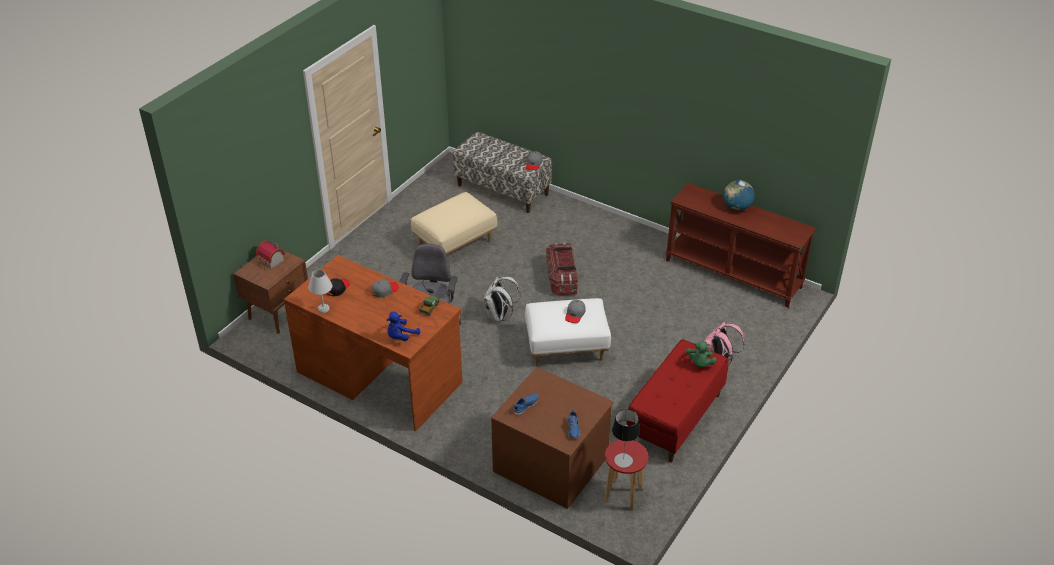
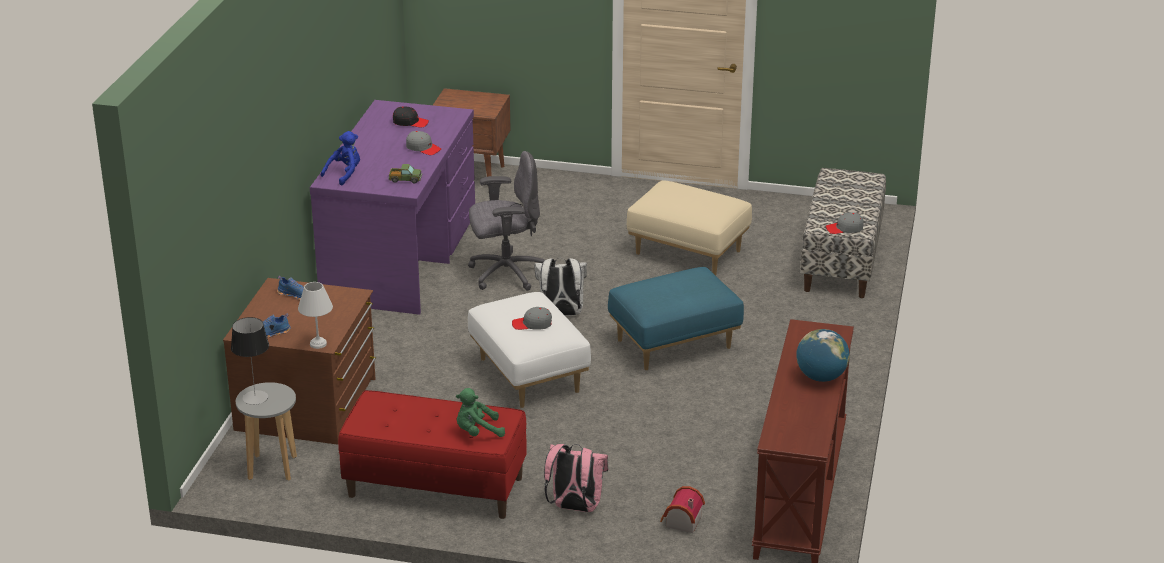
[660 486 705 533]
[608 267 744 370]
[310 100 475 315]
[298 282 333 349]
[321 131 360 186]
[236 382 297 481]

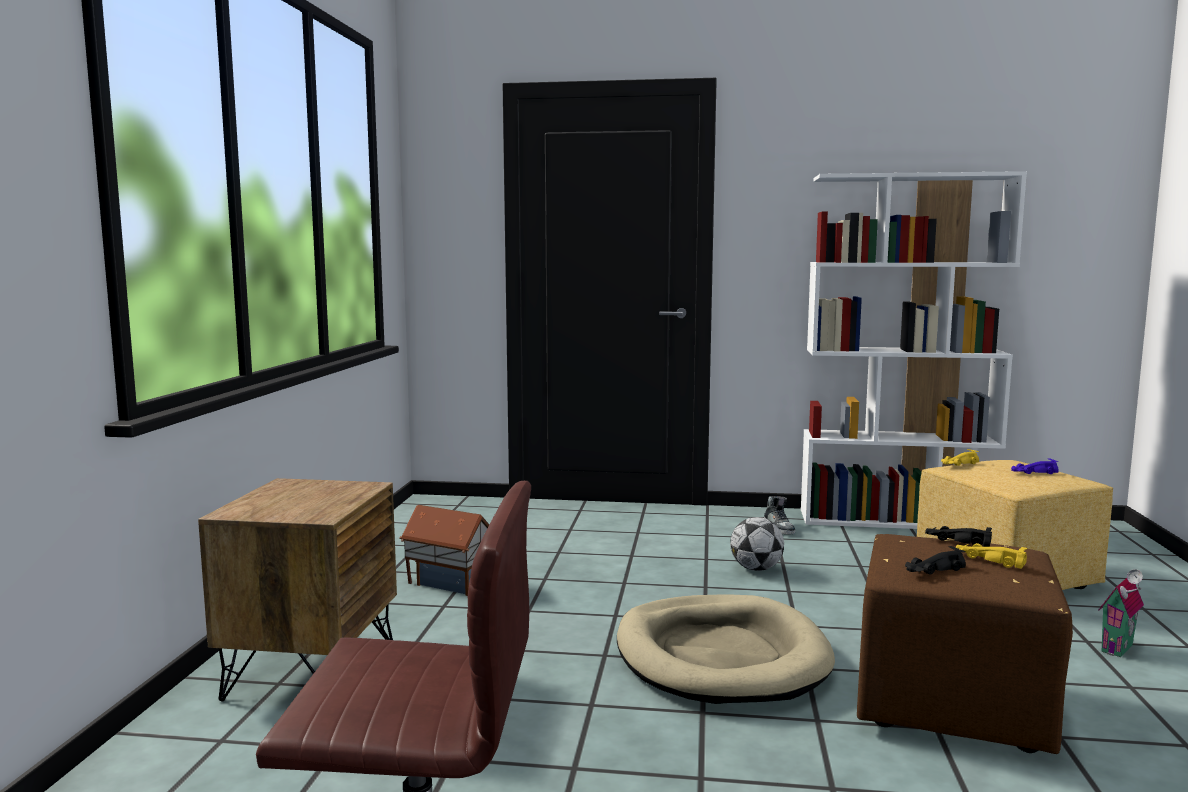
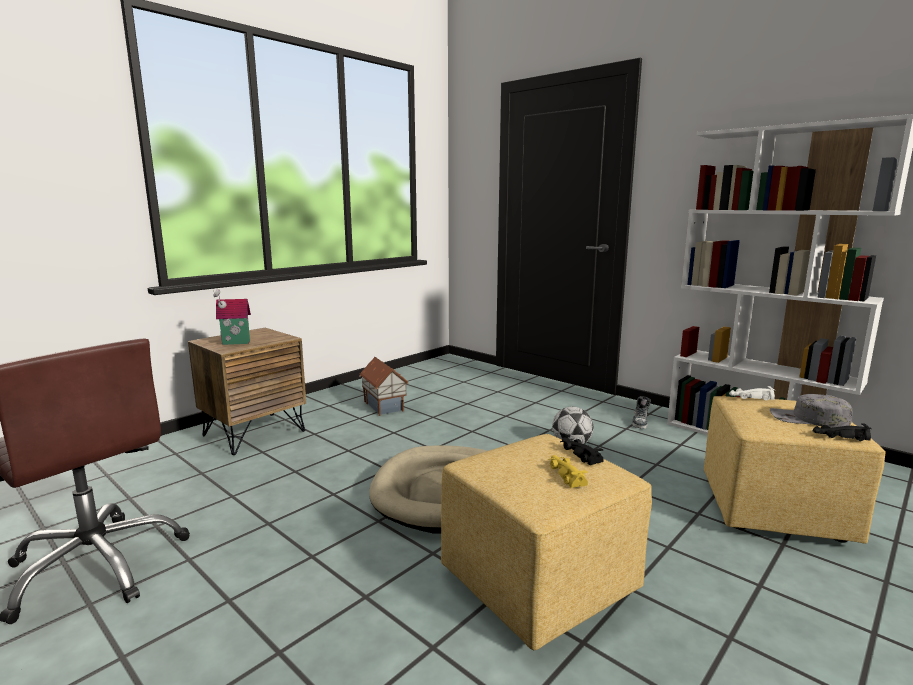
[729 386 775 401]
[770 394 852 428]
[441 434 652 650]
[813 423 872 441]
[213 289 251 345]

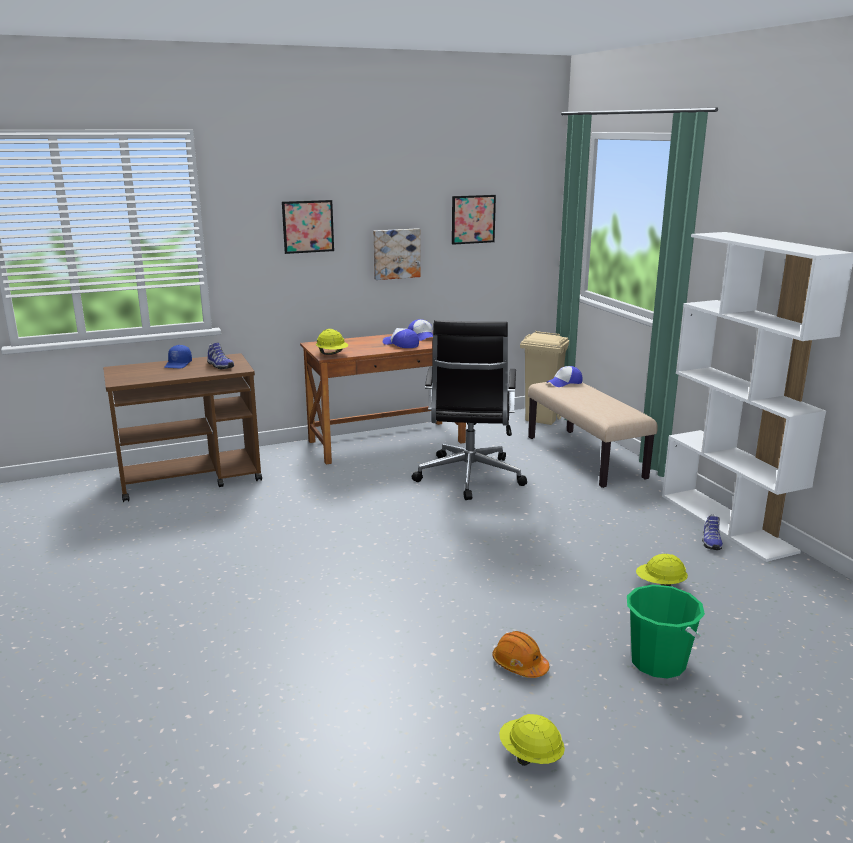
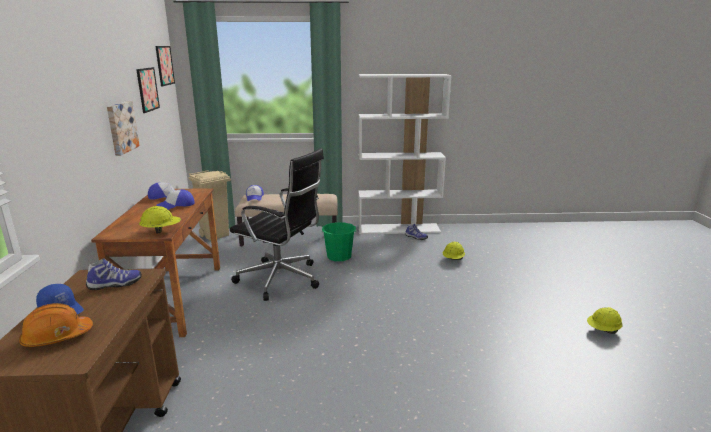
[155 46 175 86]
[321 222 357 262]
[19 303 93 347]

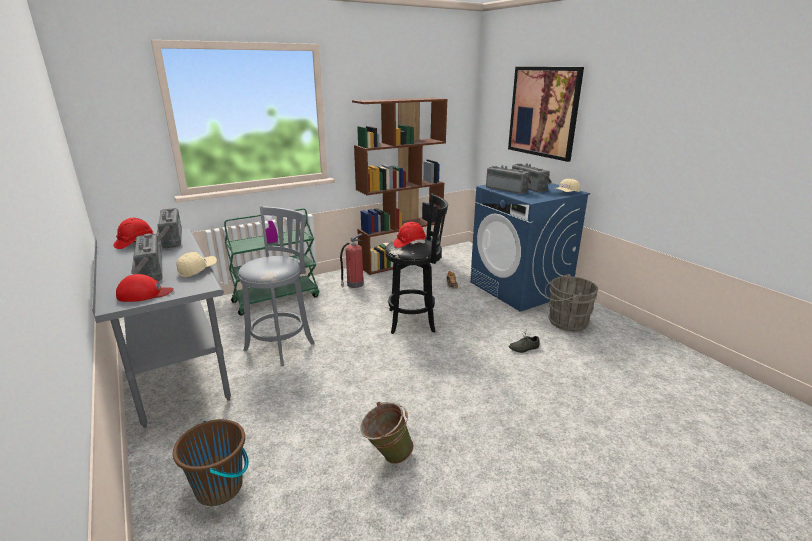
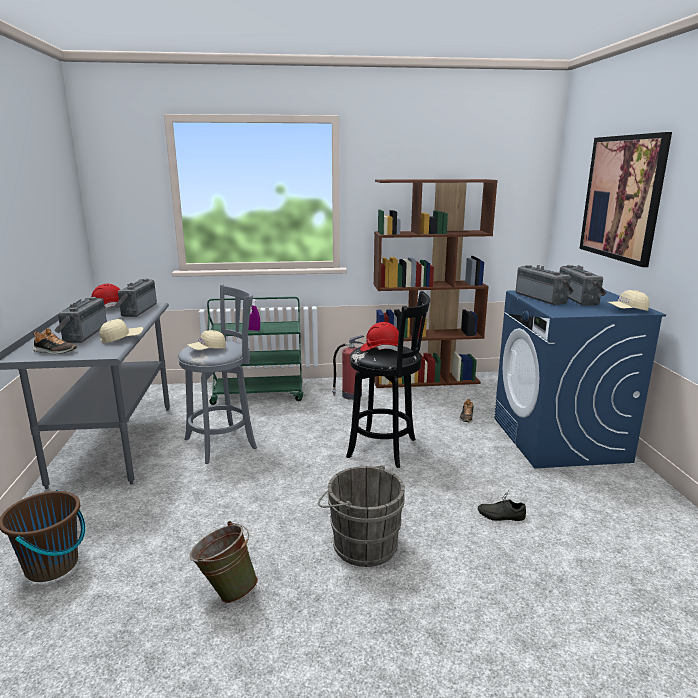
[33 328 77 354]
[318 465 405 567]
[187 330 226 350]

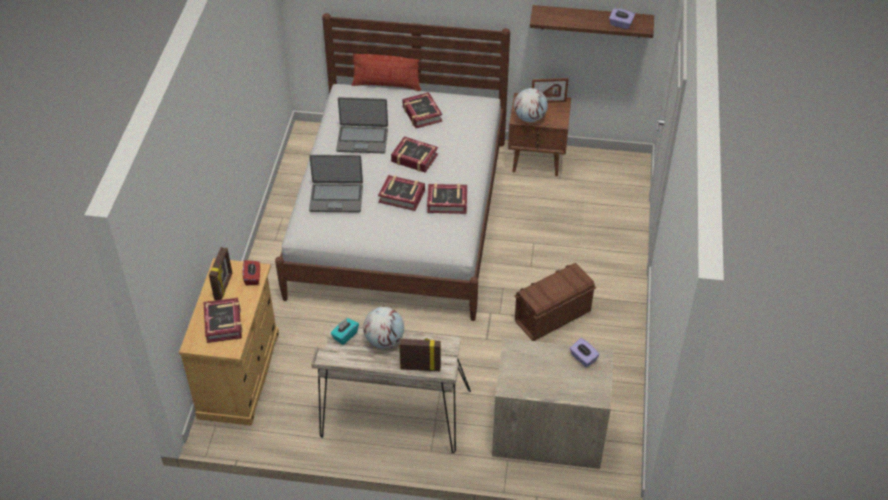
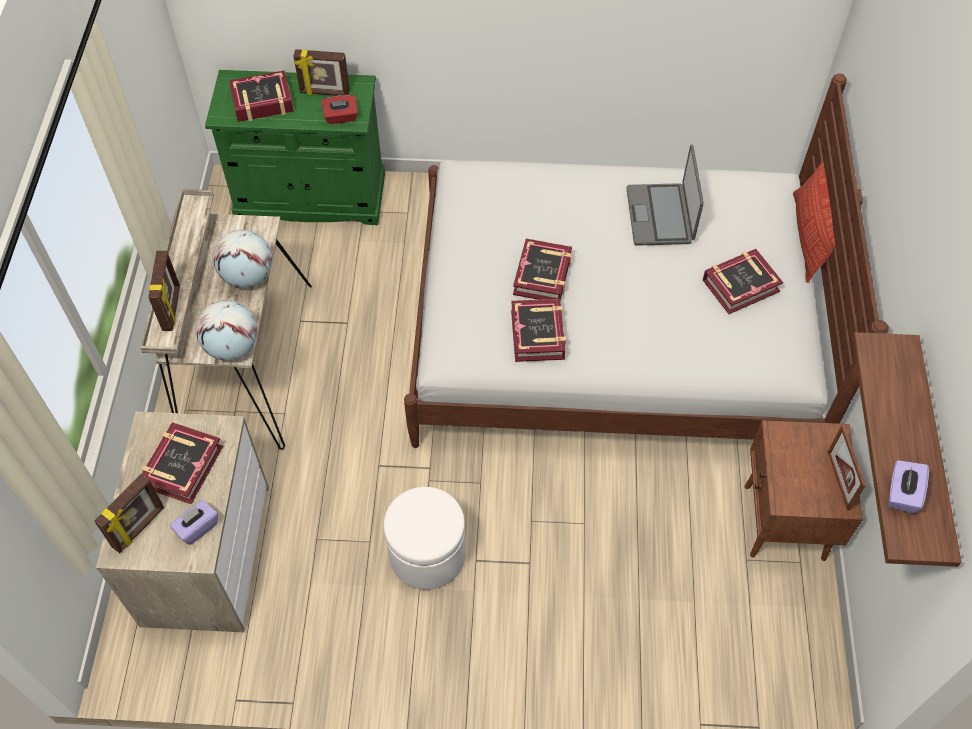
[196 300 258 361]
[142 422 223 504]
[309 155 363 212] (first image)
[205 70 385 225]
[384 487 465 590]
[331 318 359 345] (first image)
[94 474 164 553]

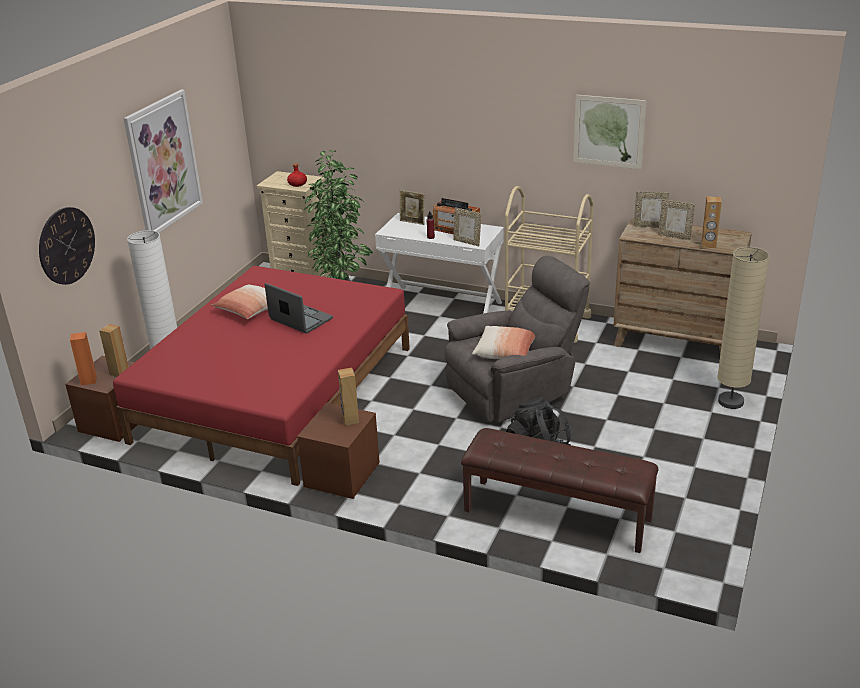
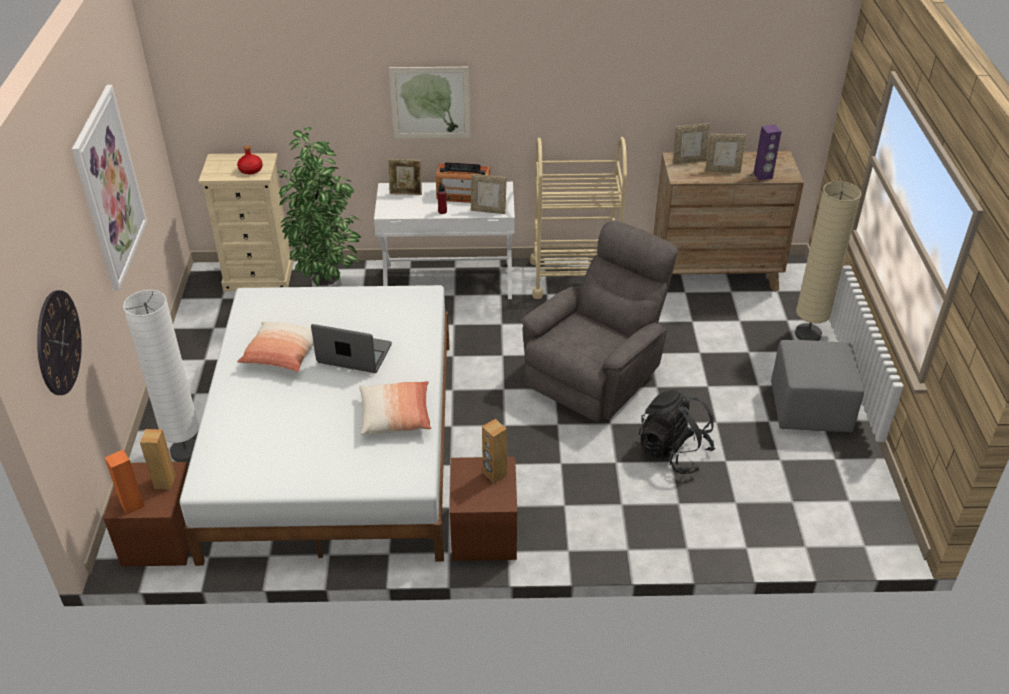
[389 67 471 139]
[753 125 782 181]
[180 285 449 566]
[359 381 431 435]
[461 428 658 553] (first image)
[771 340 864 433]

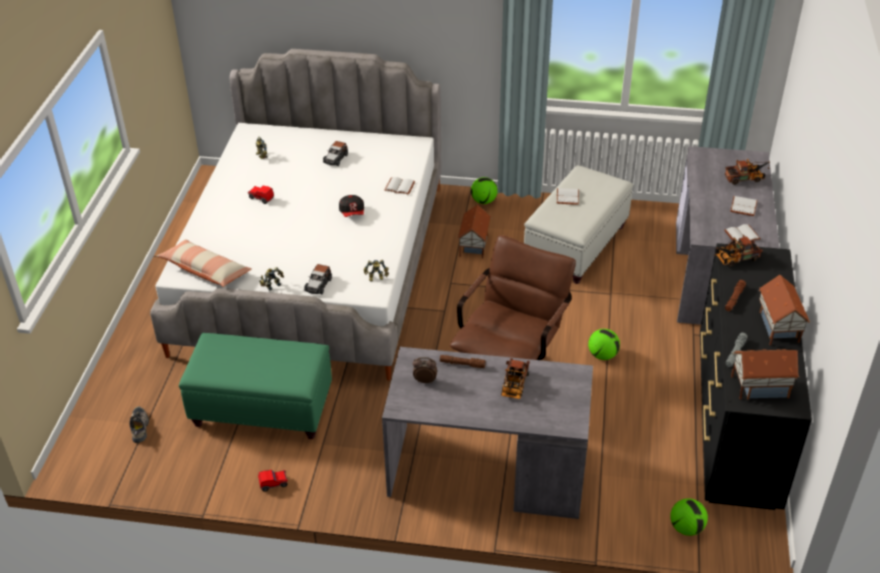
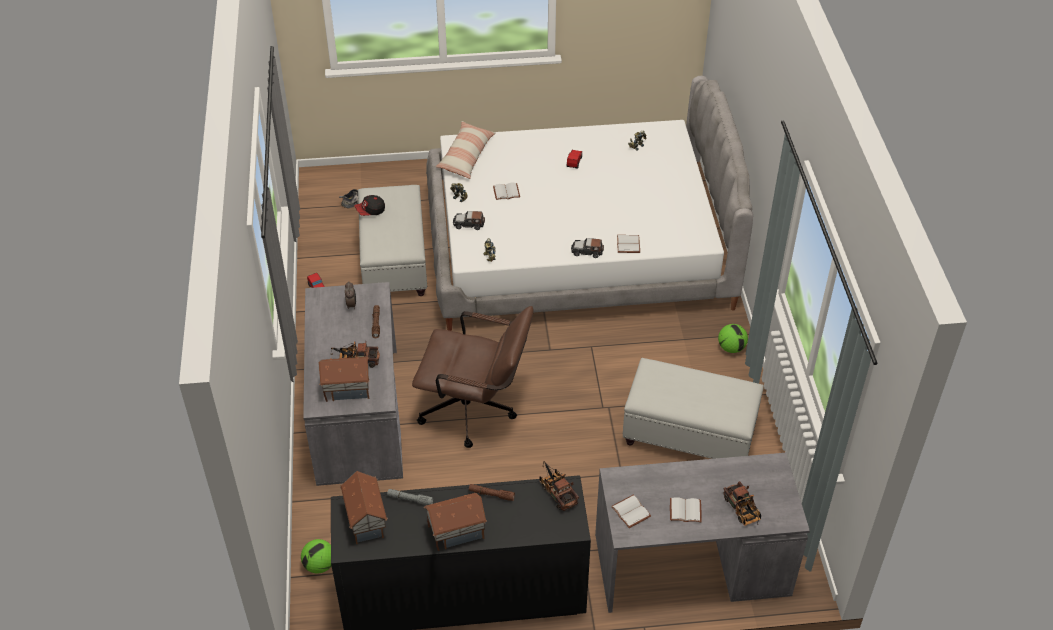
[571 238 604 258]
[493 183 520 200]
[354 195 385 216]
[318 357 370 402]
[588 329 620 360] (first image)
[358 185 427 296]

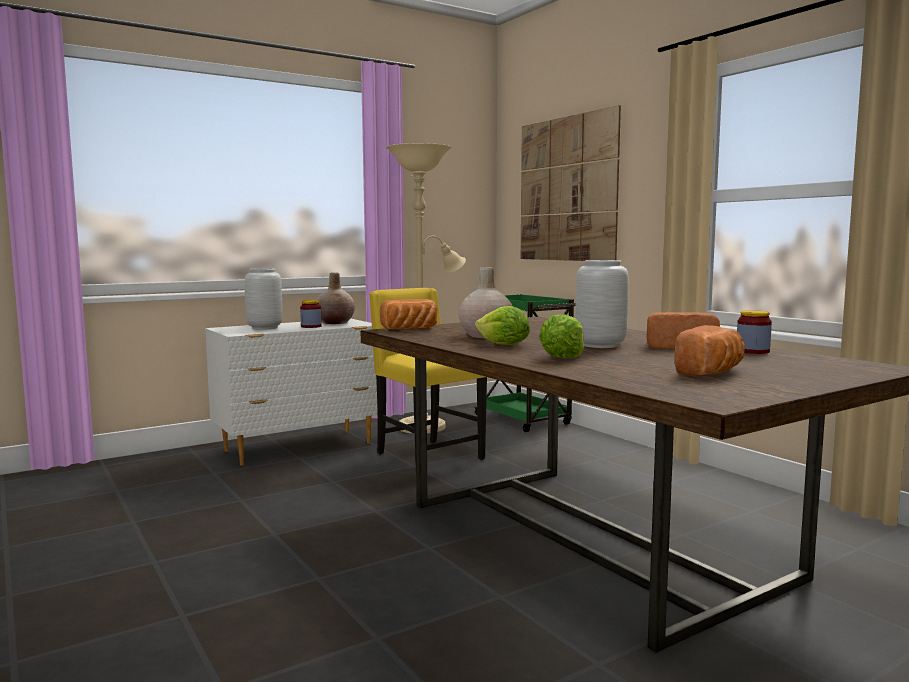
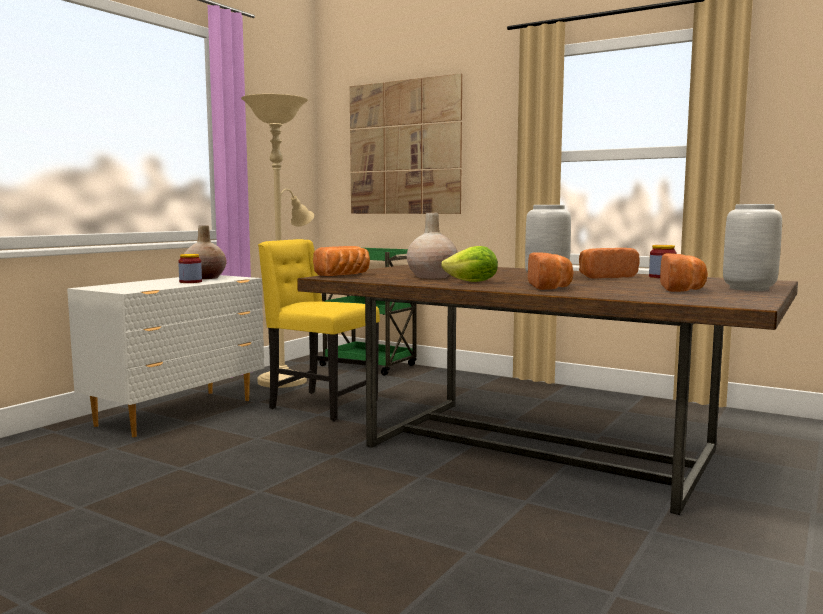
[723 204 782 291]
[528 252 573 290]

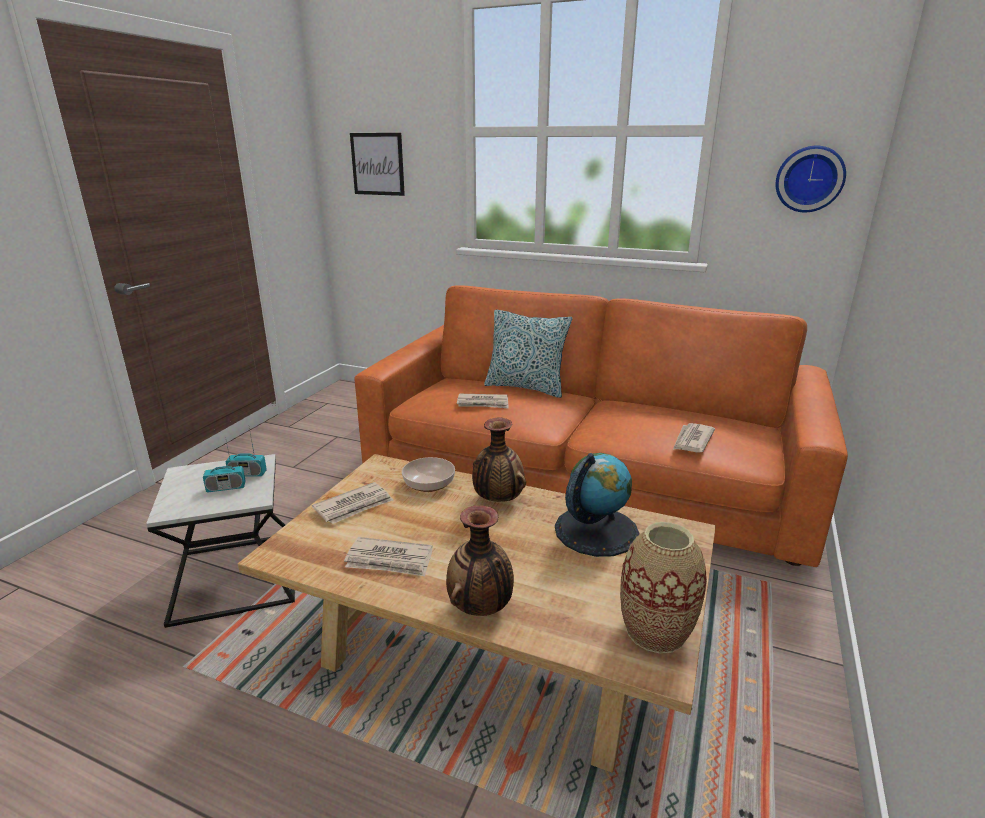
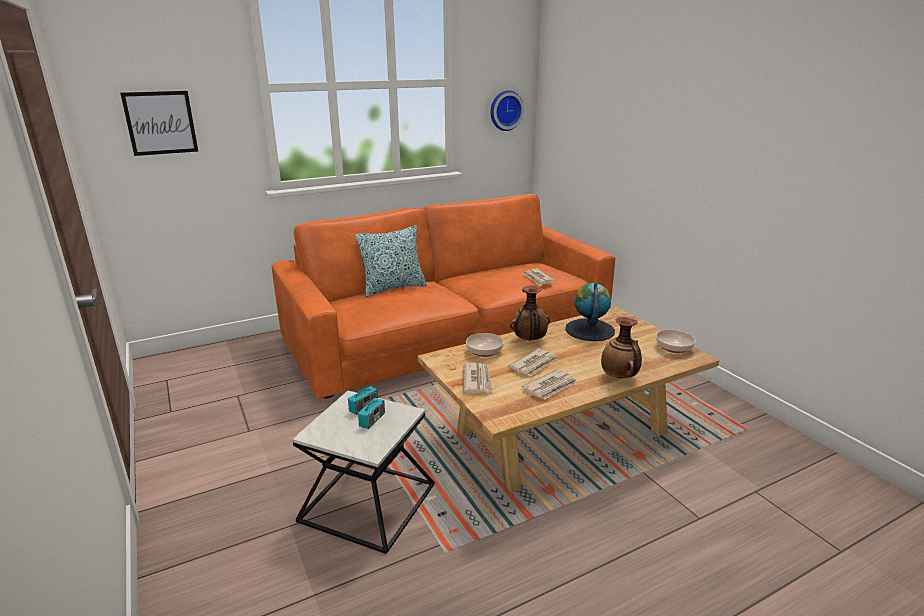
[508 348 557 376]
[656 330 696 353]

